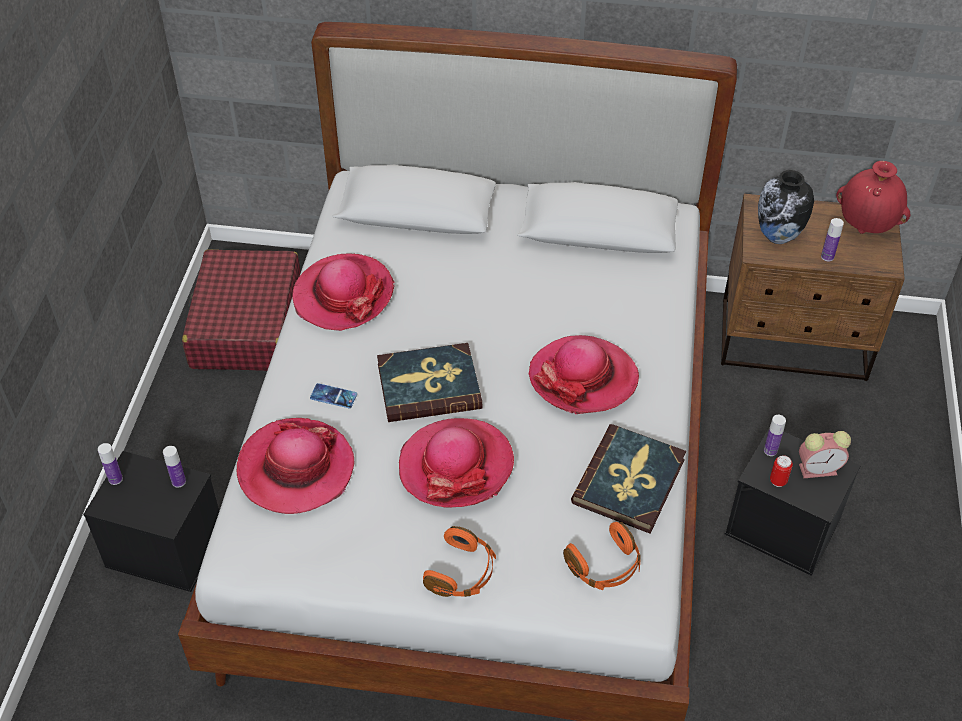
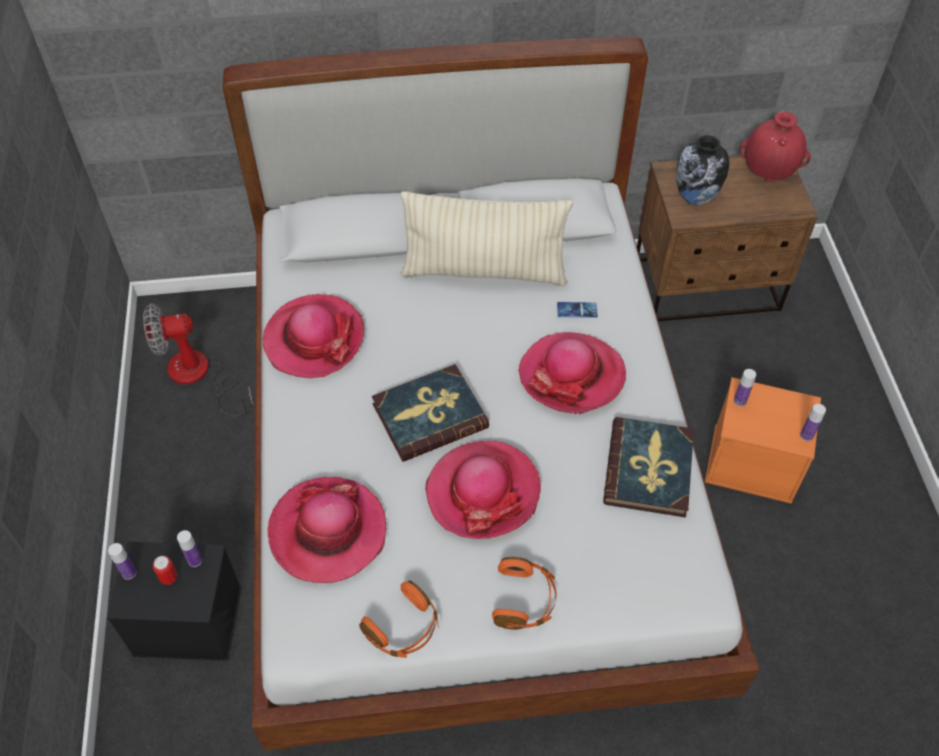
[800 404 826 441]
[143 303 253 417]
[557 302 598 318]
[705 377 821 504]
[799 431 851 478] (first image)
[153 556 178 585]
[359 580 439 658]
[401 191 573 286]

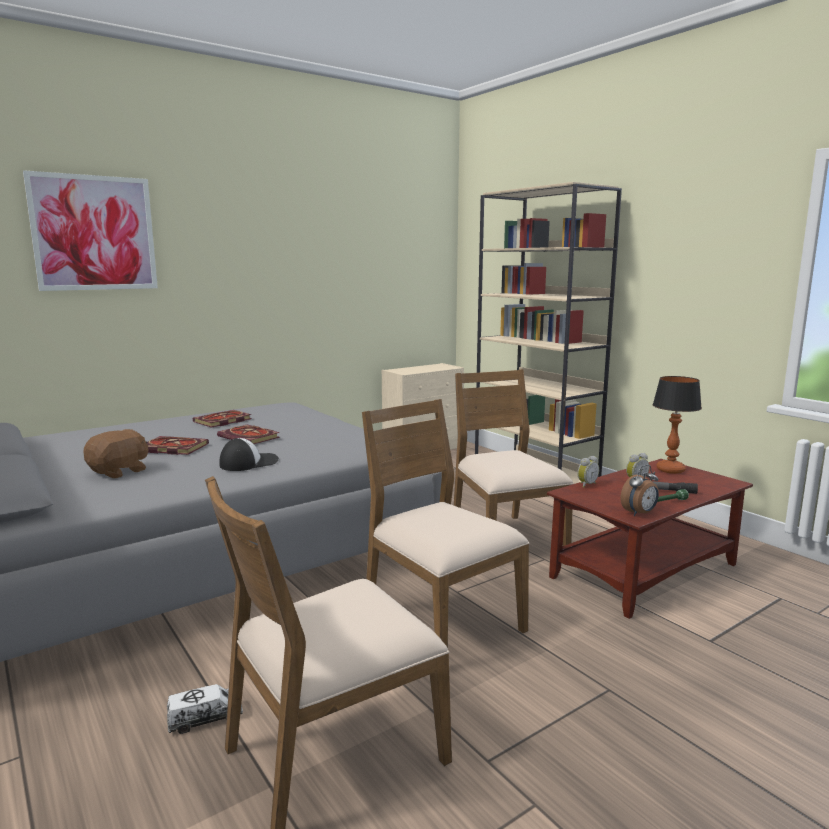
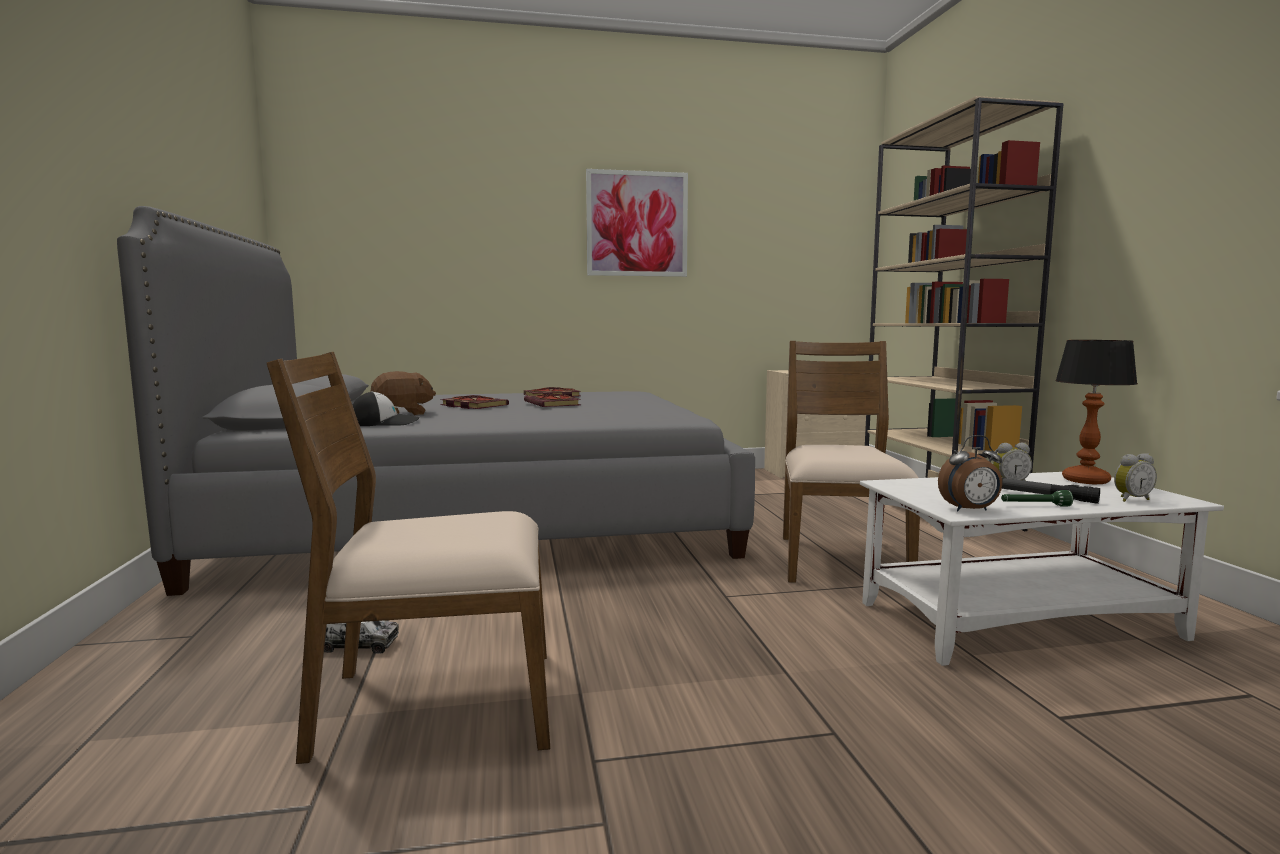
[586 169 688 277]
[362 399 529 648] (first image)
[353 391 420 426]
[1114 453 1157 502]
[860 472 1224 666]

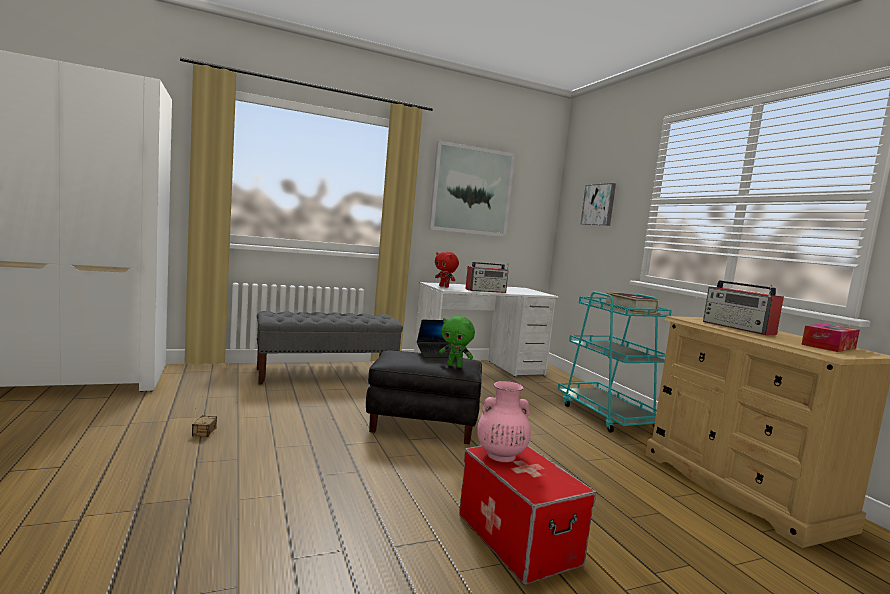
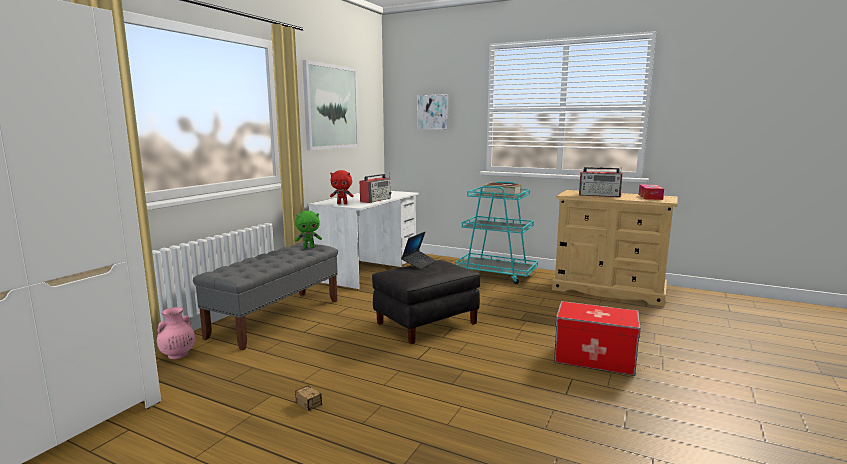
[295 211 322 249]
[157 307 195 359]

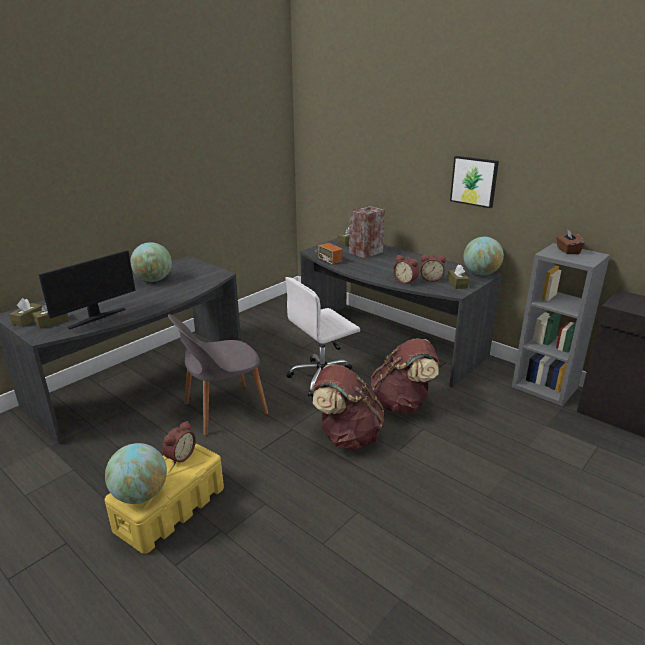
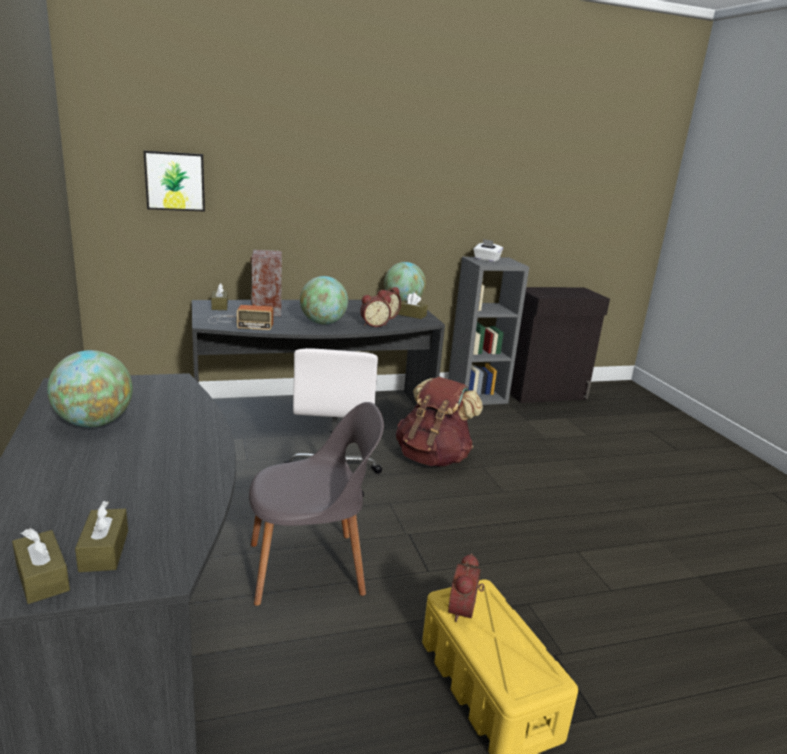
[143 150 205 211]
[473 239 503 262]
[38 250 135 329] (first image)
[249 402 384 606]
[312 364 384 449] (first image)
[448 553 485 622]
[300 276 348 325]

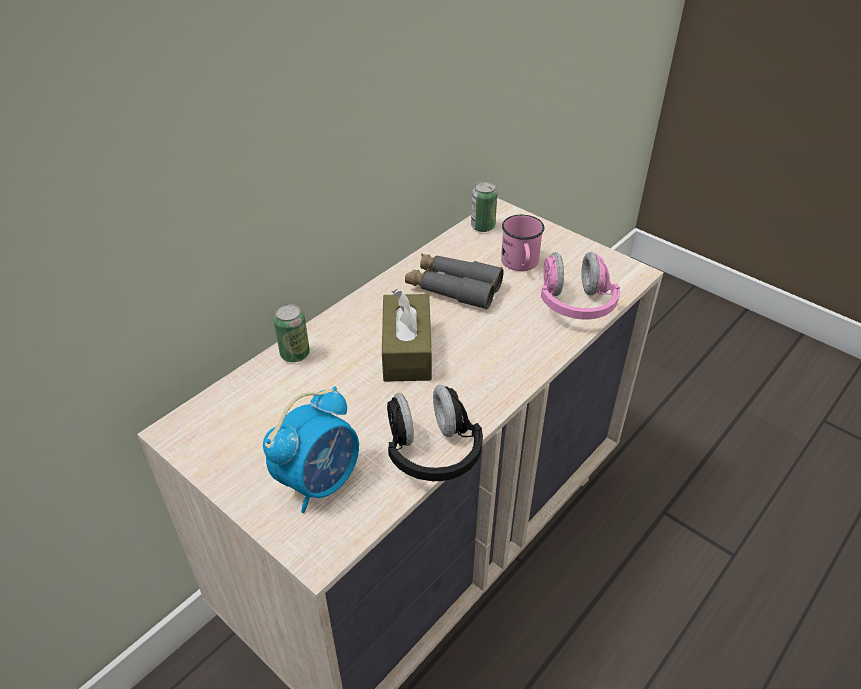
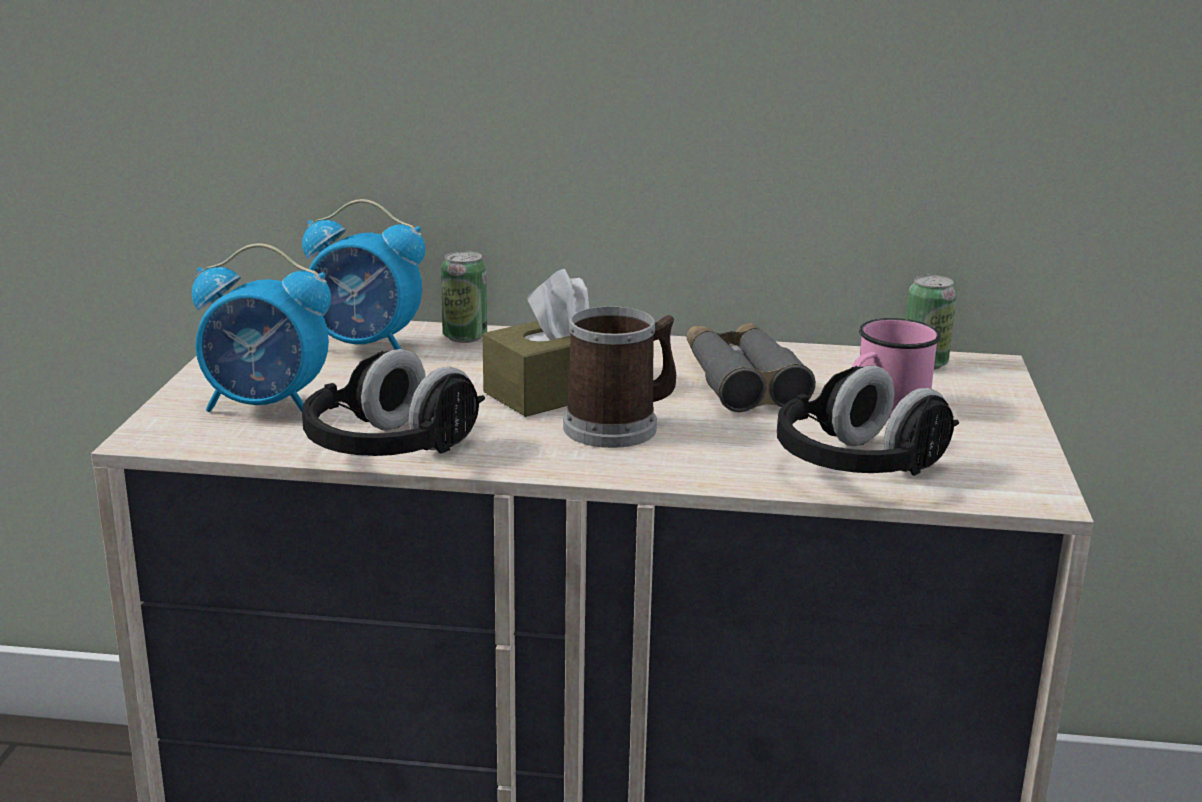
[777 365 959 476]
[302 199 425 350]
[563 306 676 448]

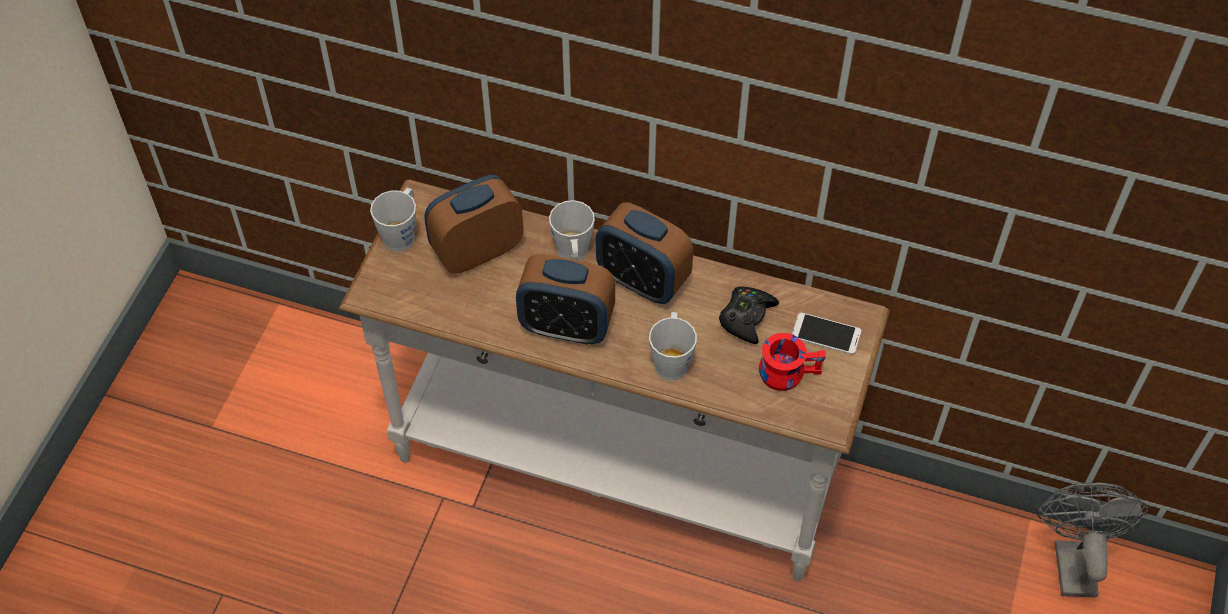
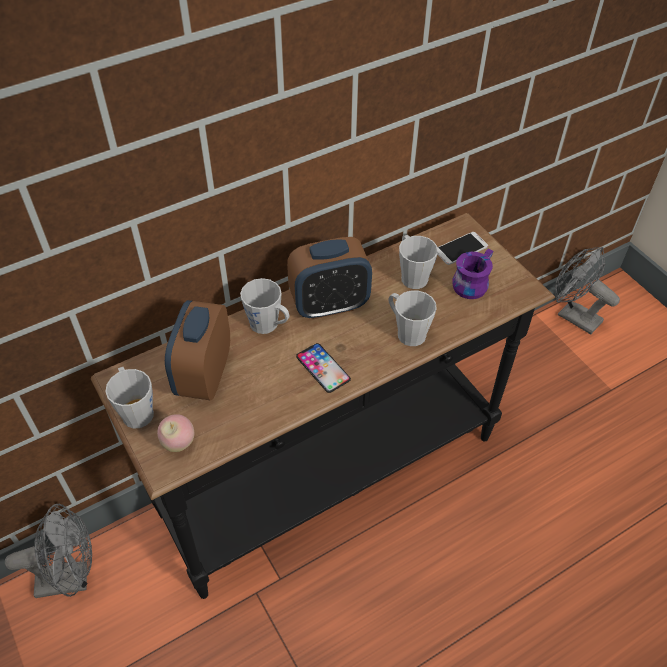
[91 213 555 599]
[296 343 351 393]
[399 235 438 289]
[452 248 493 299]
[157 414 194 452]
[5 504 92 598]

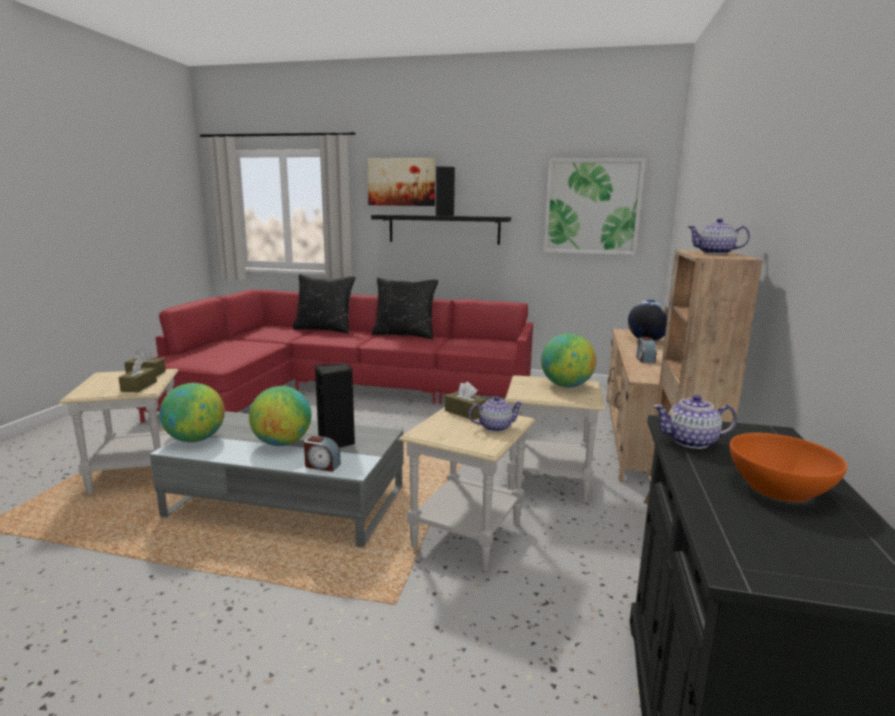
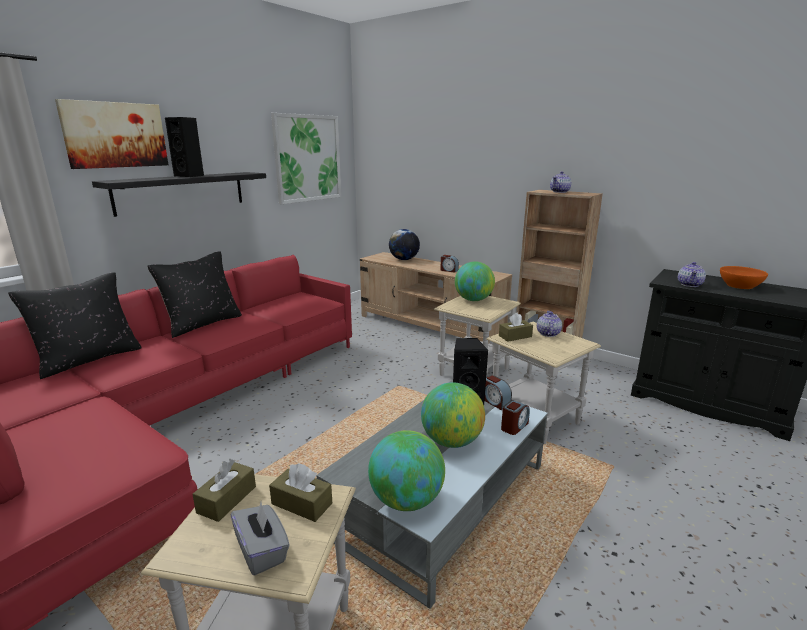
[484 375 512 410]
[231 502 290 575]

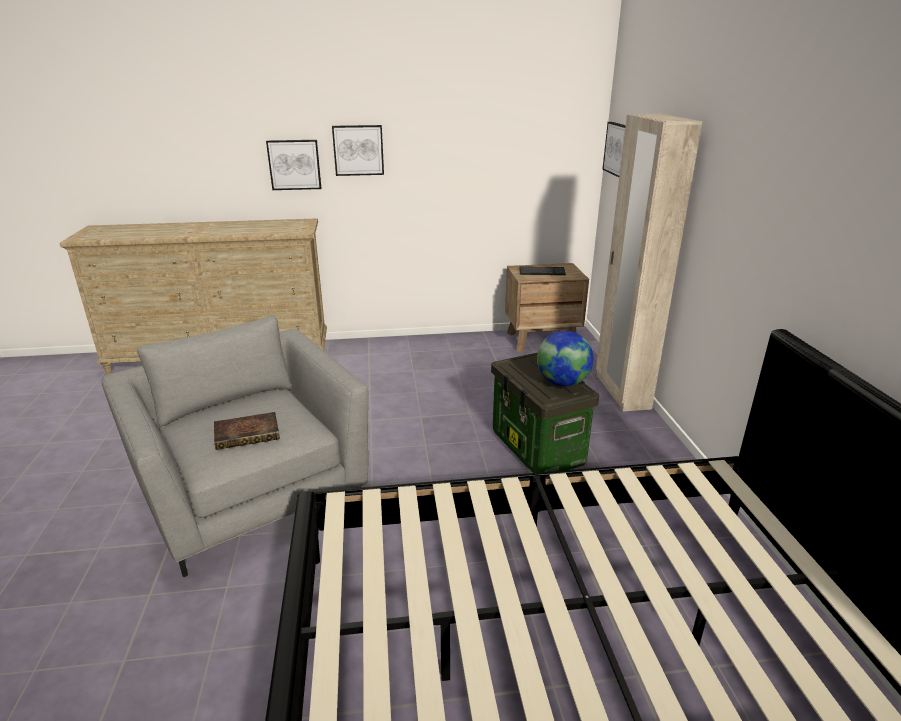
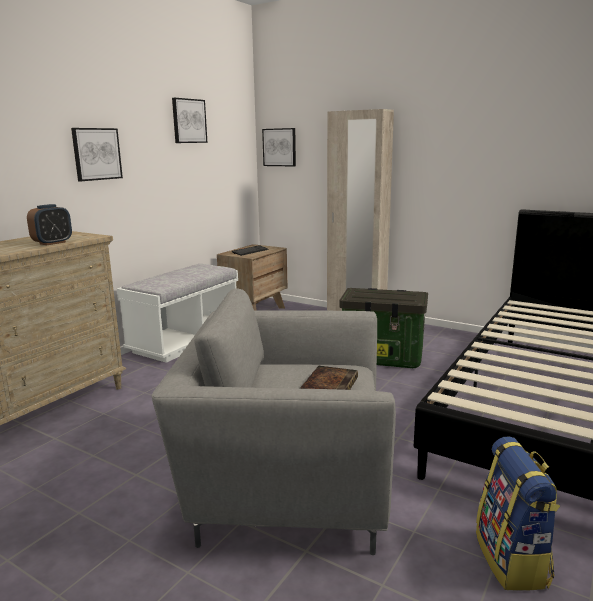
[172 98 208 143]
[537 331 594 386] (first image)
[27 204 72 245]
[117 264 238 363]
[476 437 560 591]

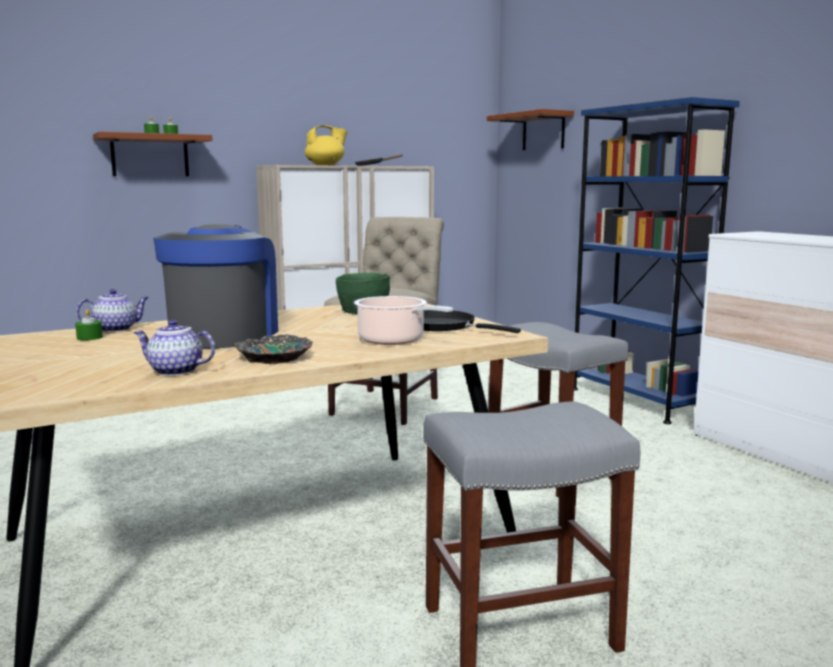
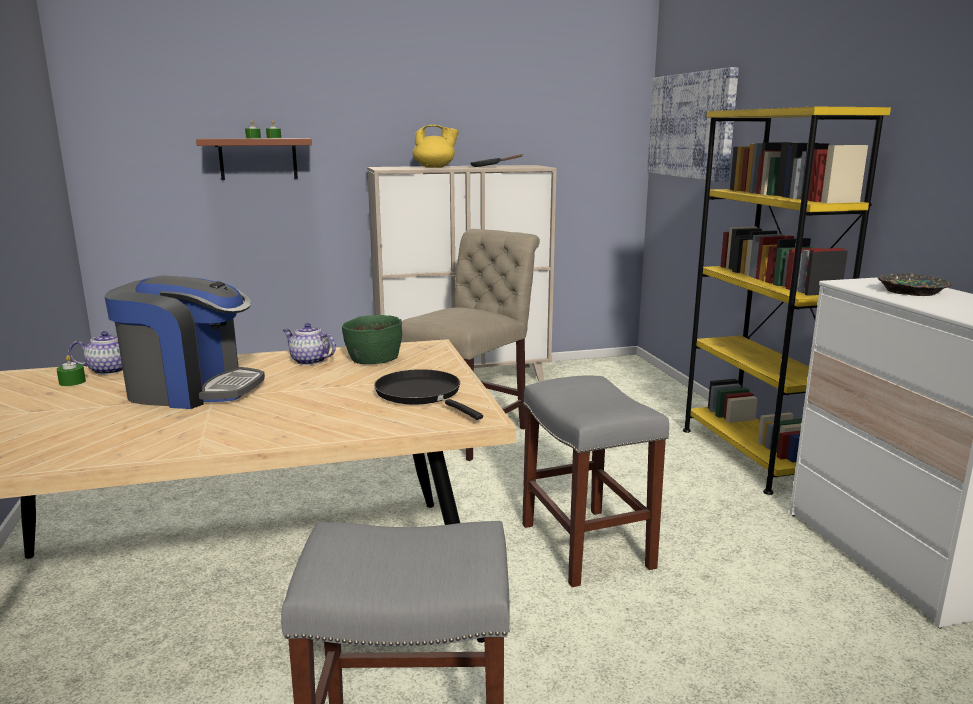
[683 107 891 495]
[647 67 739 182]
[105 276 265 409]
[354 296 453 345] (first image)
[283 323 336 365]
[877 273 952 296]

